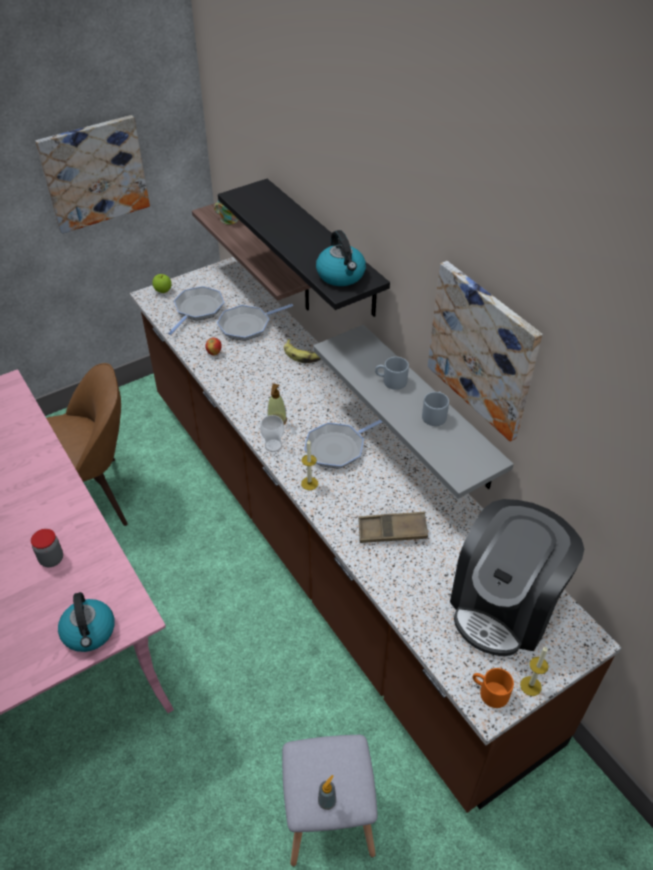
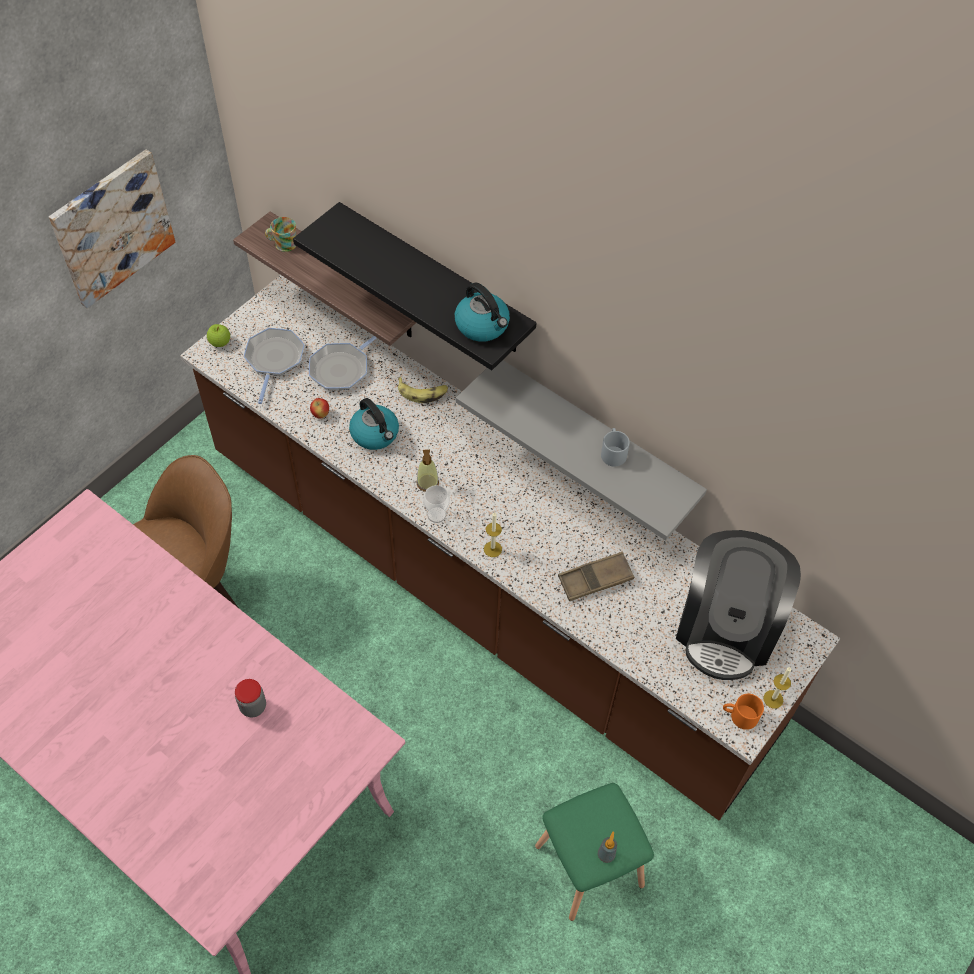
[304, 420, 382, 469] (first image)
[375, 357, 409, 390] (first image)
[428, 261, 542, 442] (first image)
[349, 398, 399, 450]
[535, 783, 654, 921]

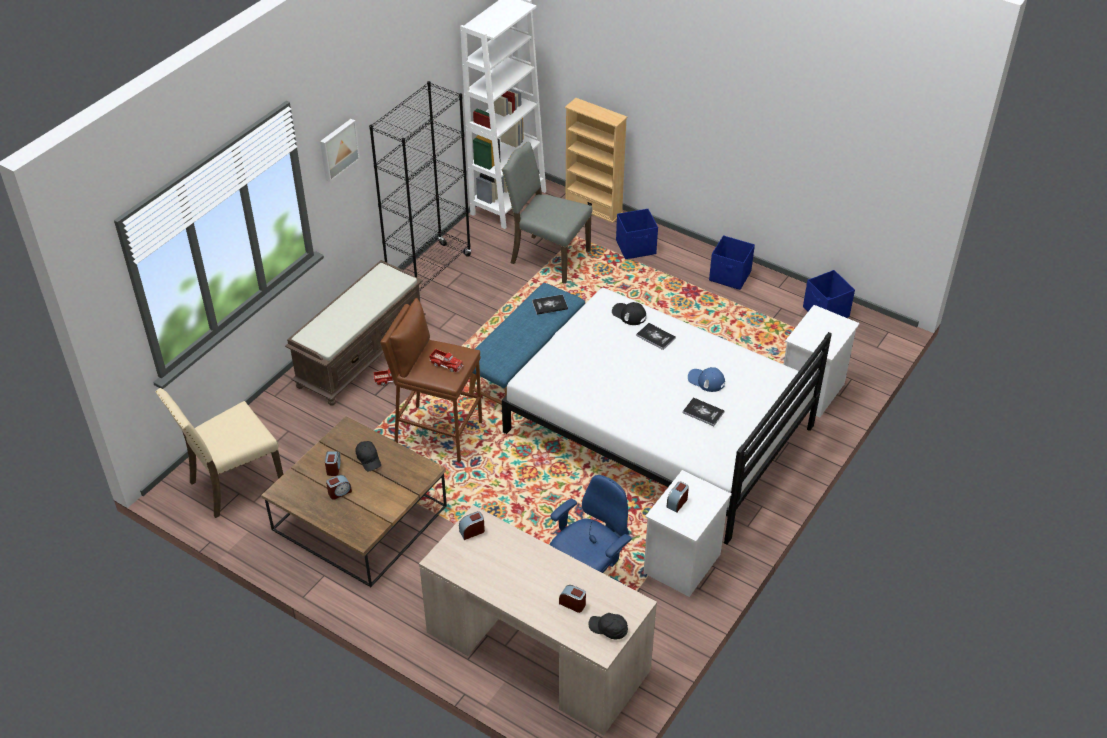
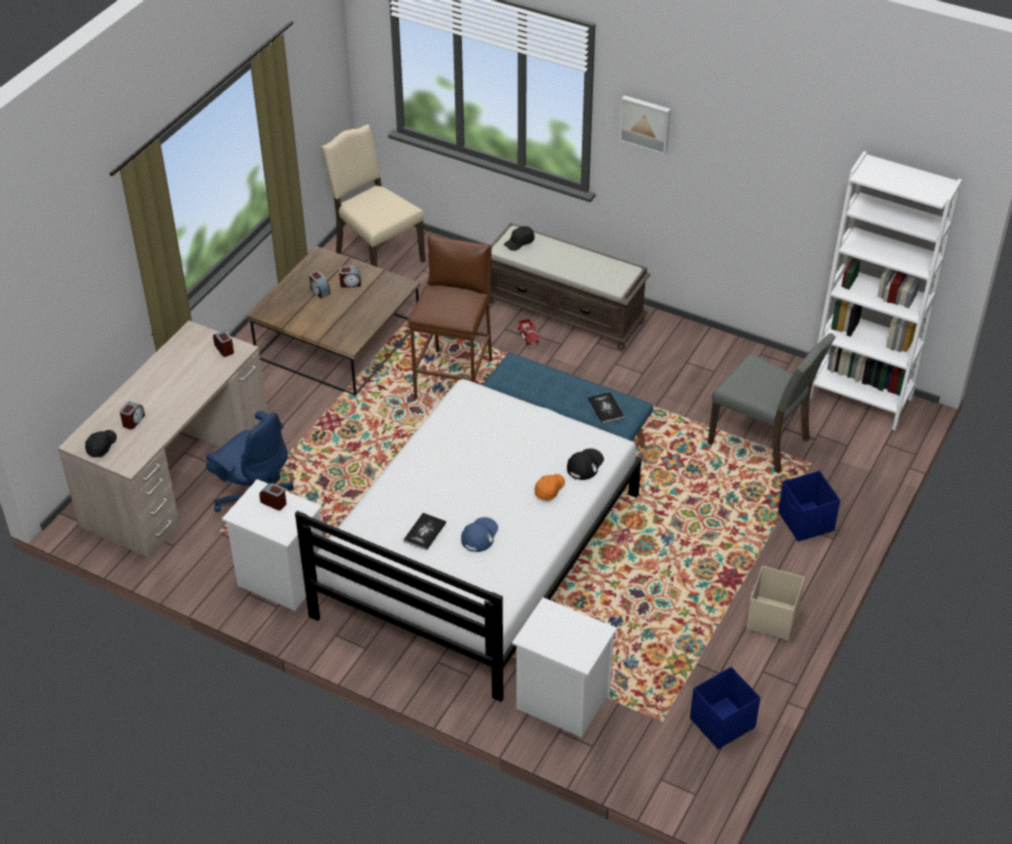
[369, 81, 472, 291] (first image)
[429, 349, 464, 372] (first image)
[565, 98, 627, 223] (first image)
[504, 226, 534, 251]
[535, 474, 565, 501]
[746, 566, 805, 641]
[708, 333, 836, 474]

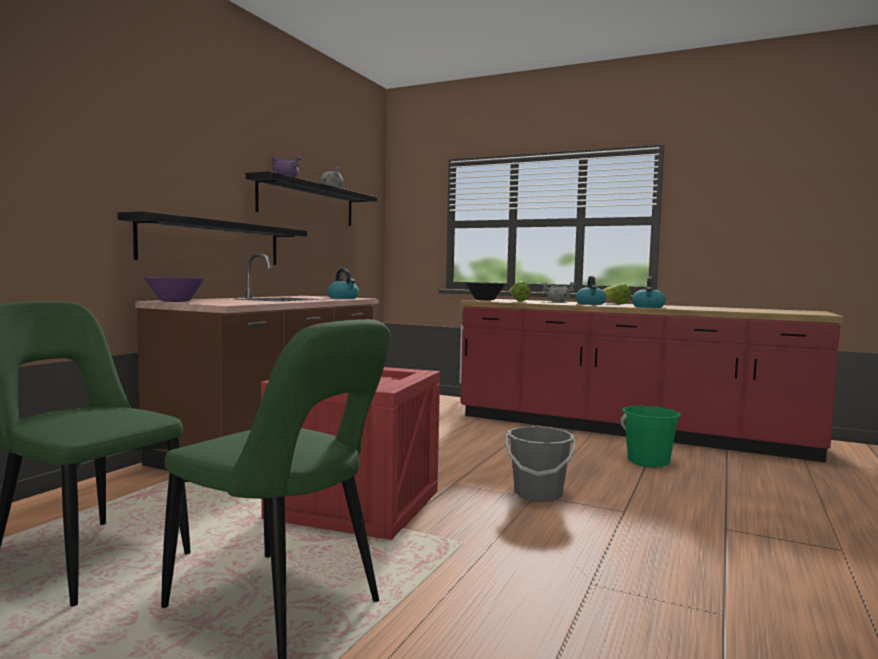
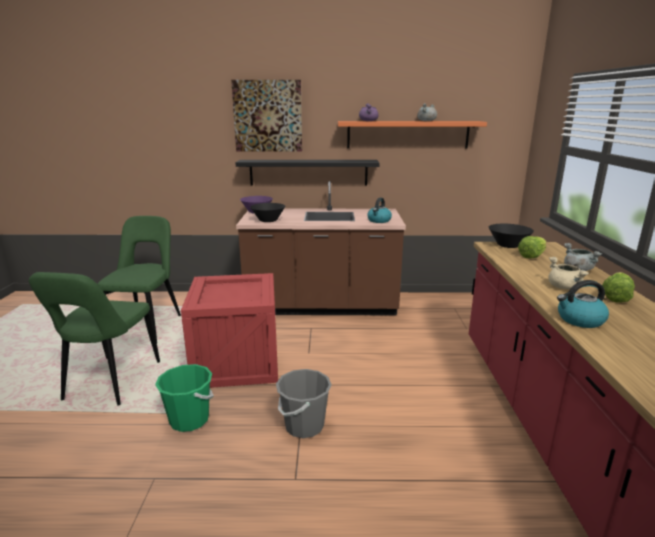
[231, 80, 302, 152]
[250, 203, 285, 222]
[155, 364, 214, 432]
[548, 257, 589, 289]
[338, 121, 487, 148]

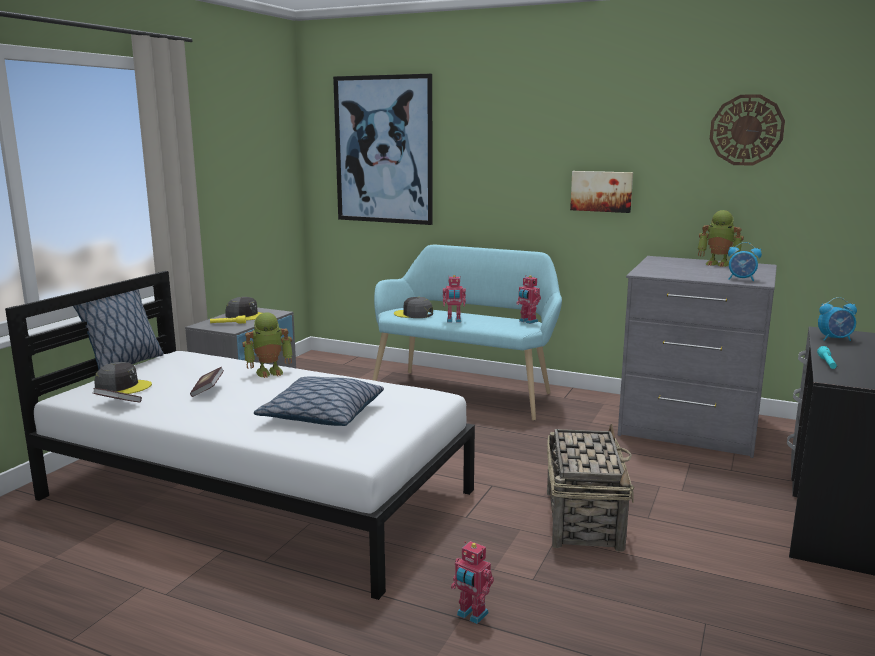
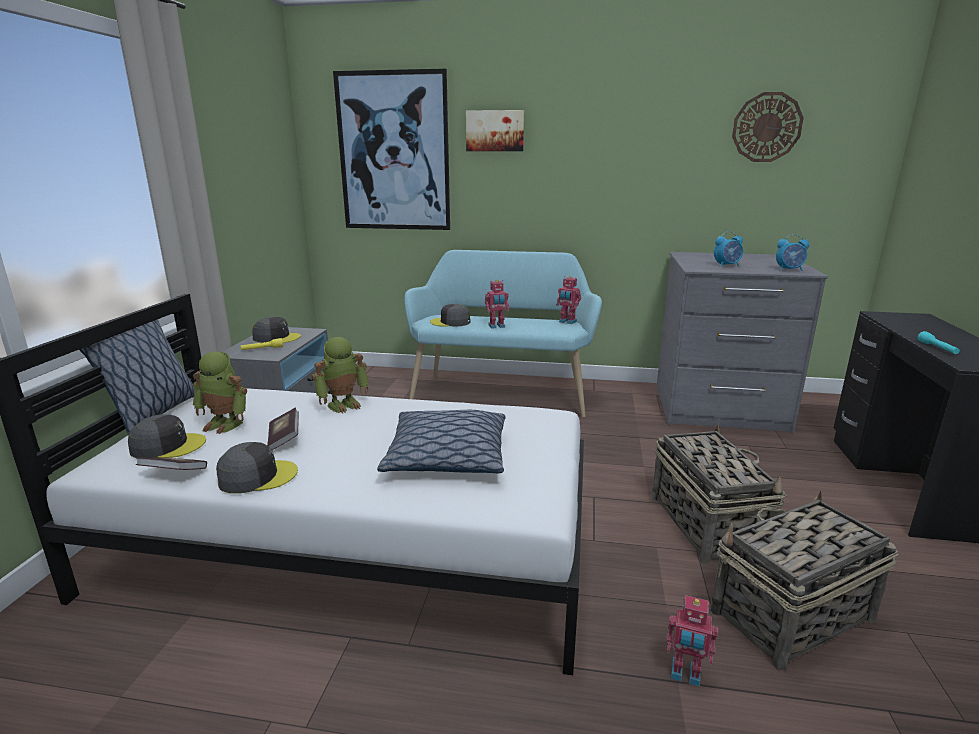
[216, 442, 298, 493]
[711, 491, 898, 671]
[466, 110, 524, 151]
[193, 351, 247, 434]
[714, 231, 743, 267]

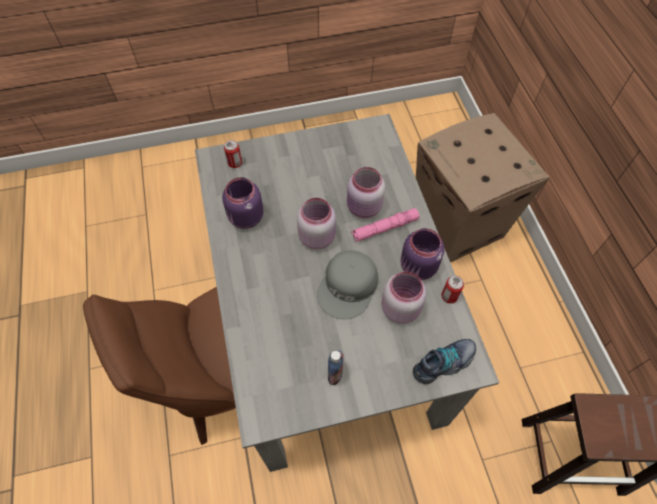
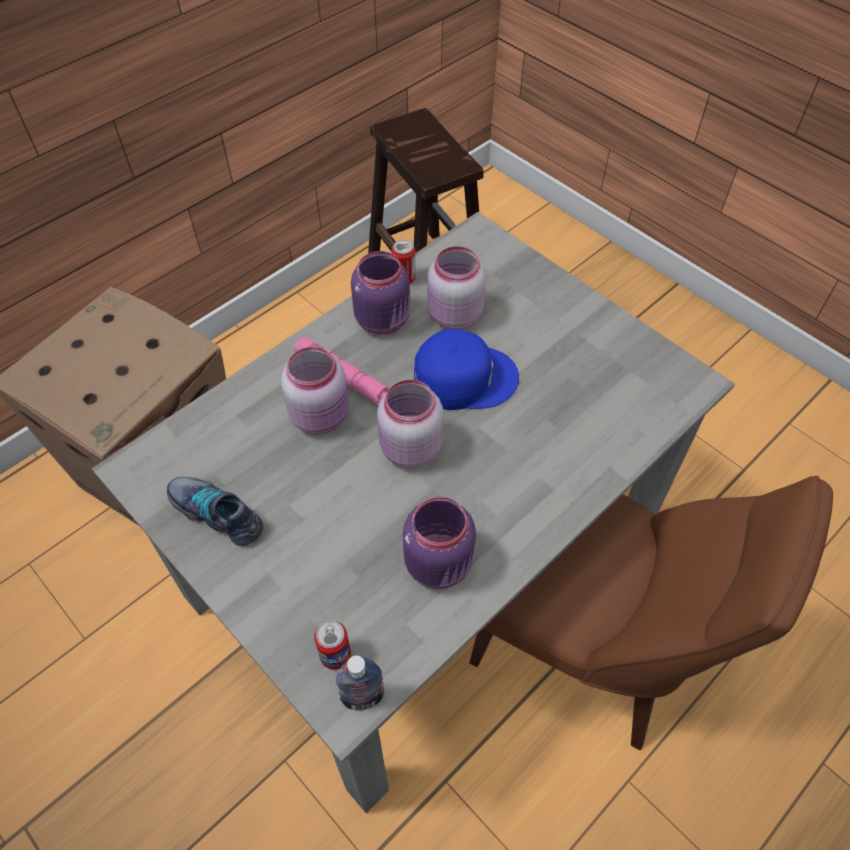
[336, 655, 385, 710]
[167, 477, 263, 546]
[414, 329, 519, 410]

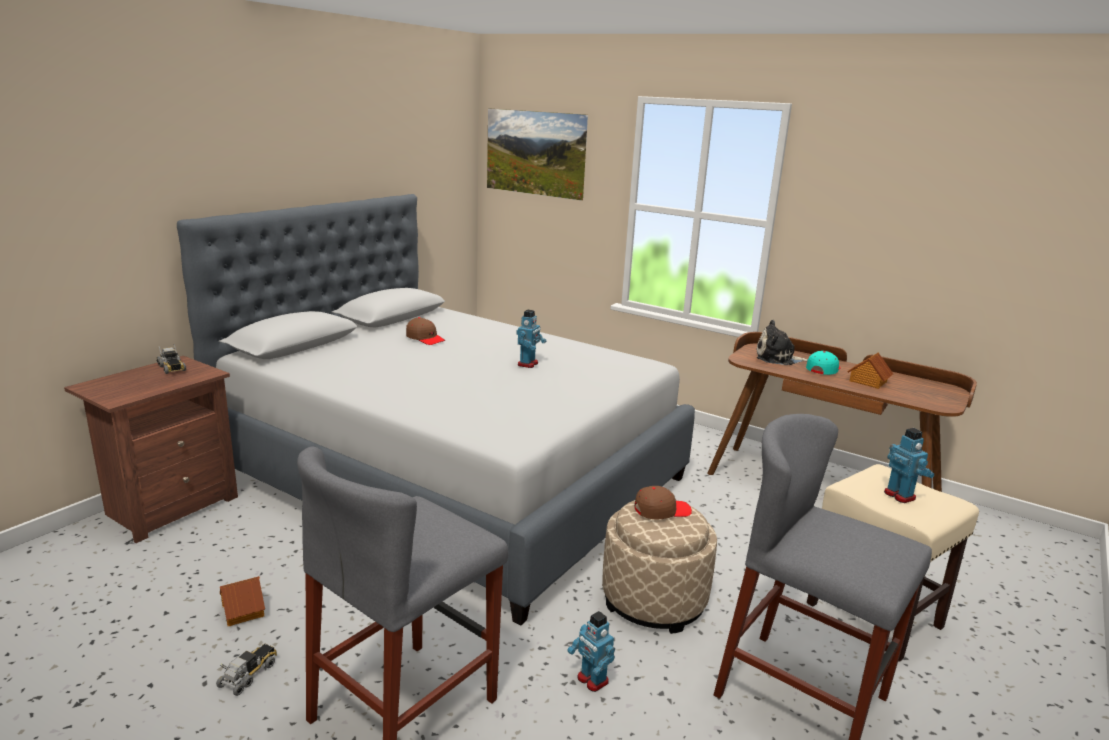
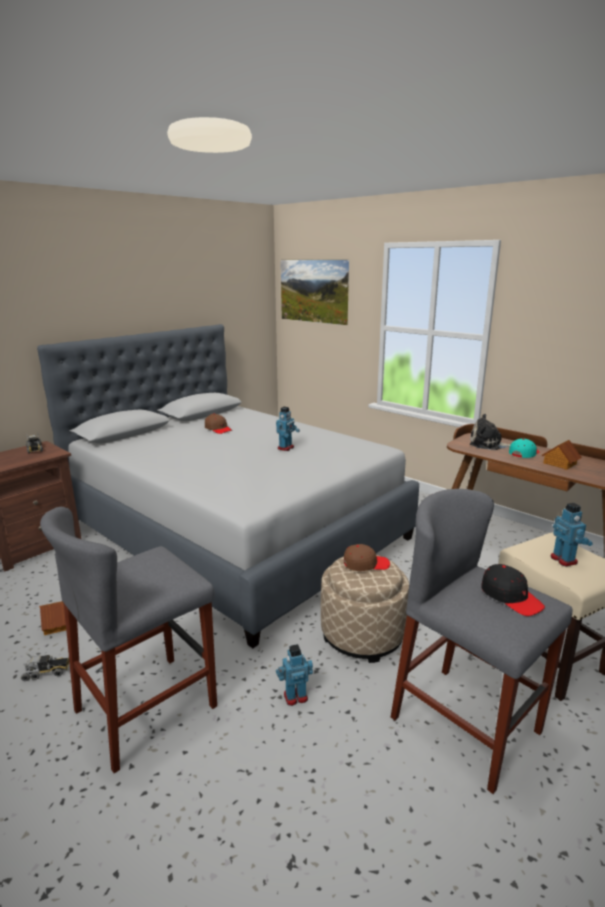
[481, 564, 545, 616]
[21, 654, 69, 681]
[276, 644, 313, 706]

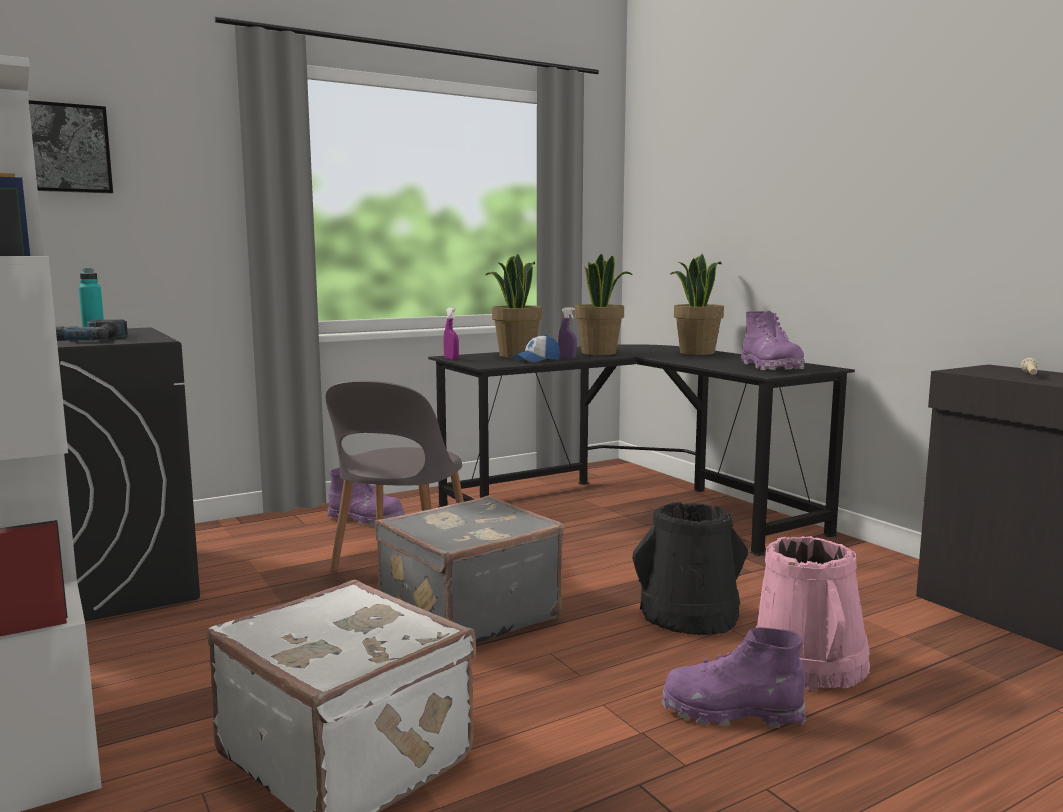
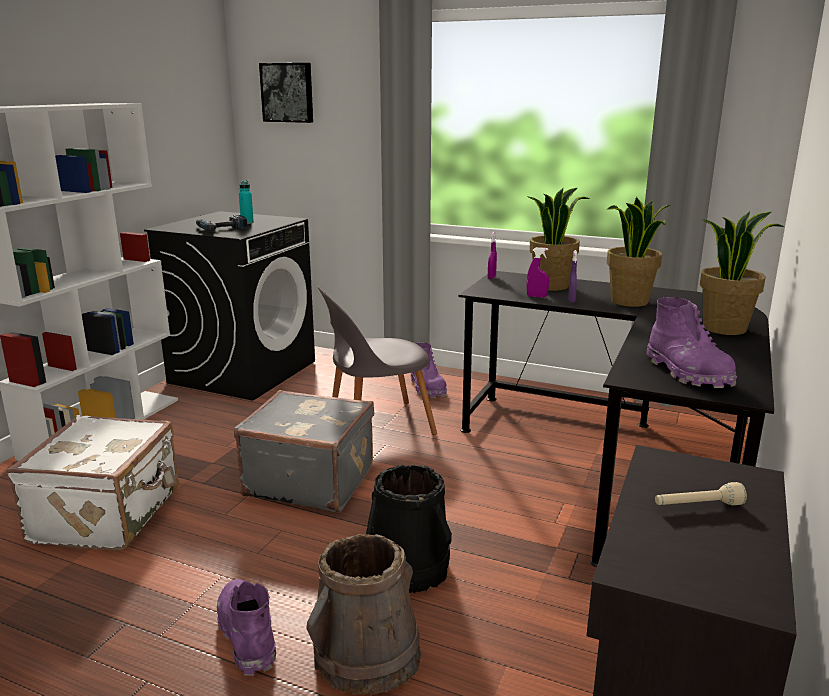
[526, 247, 549, 298]
[306, 534, 421, 695]
[646, 297, 737, 388]

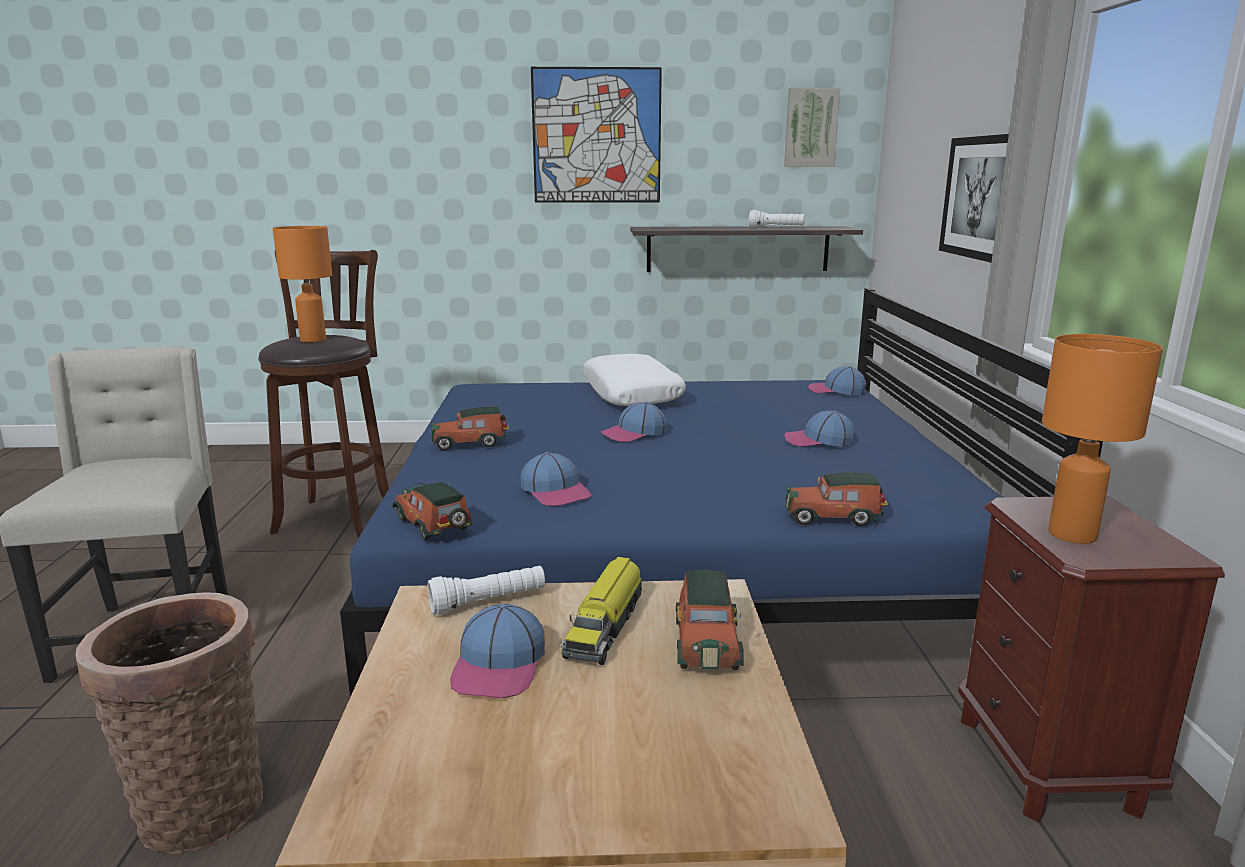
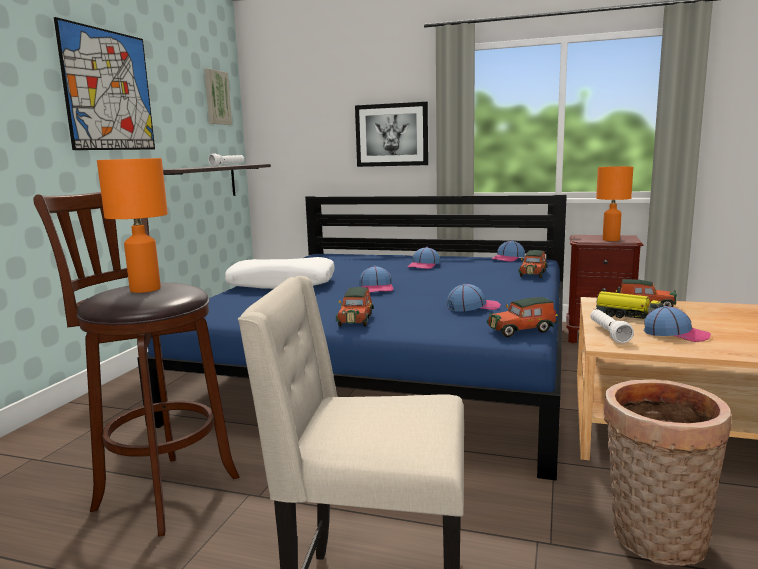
[491, 240, 525, 262]

